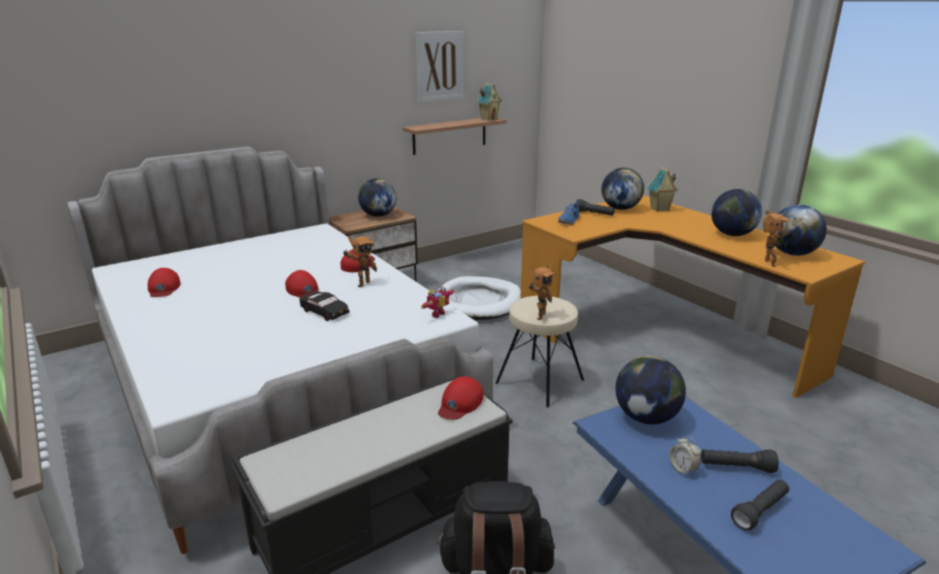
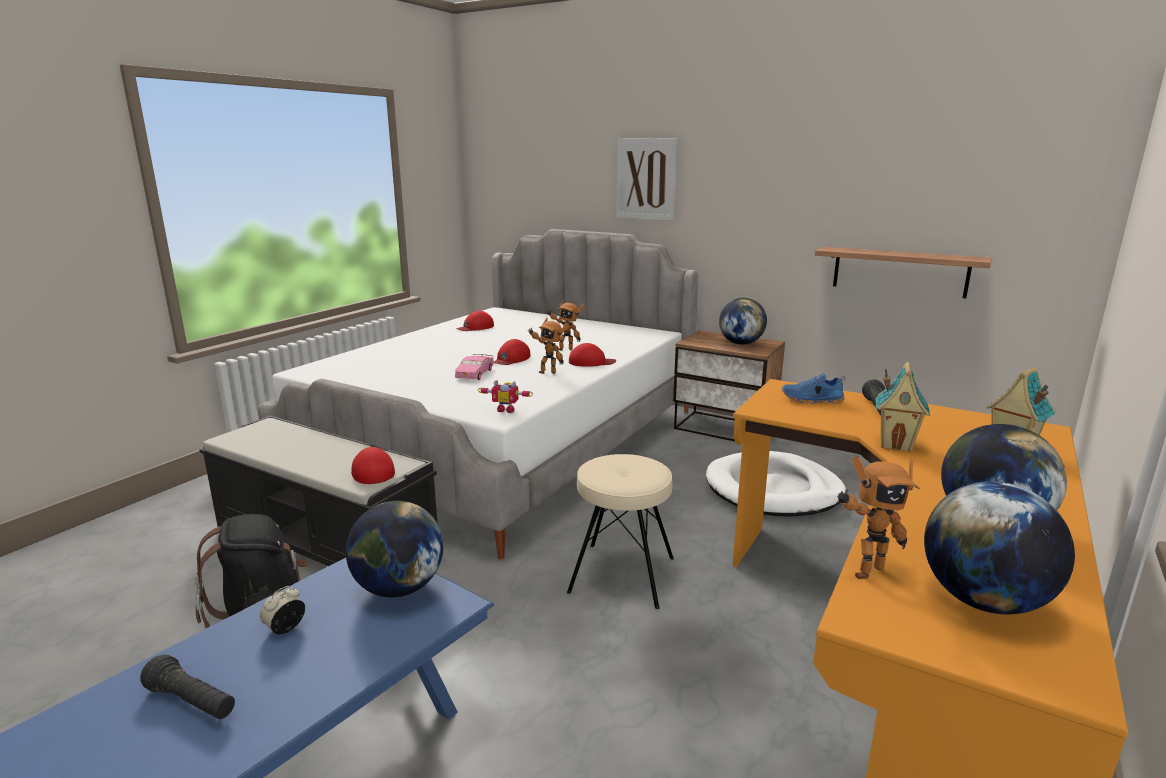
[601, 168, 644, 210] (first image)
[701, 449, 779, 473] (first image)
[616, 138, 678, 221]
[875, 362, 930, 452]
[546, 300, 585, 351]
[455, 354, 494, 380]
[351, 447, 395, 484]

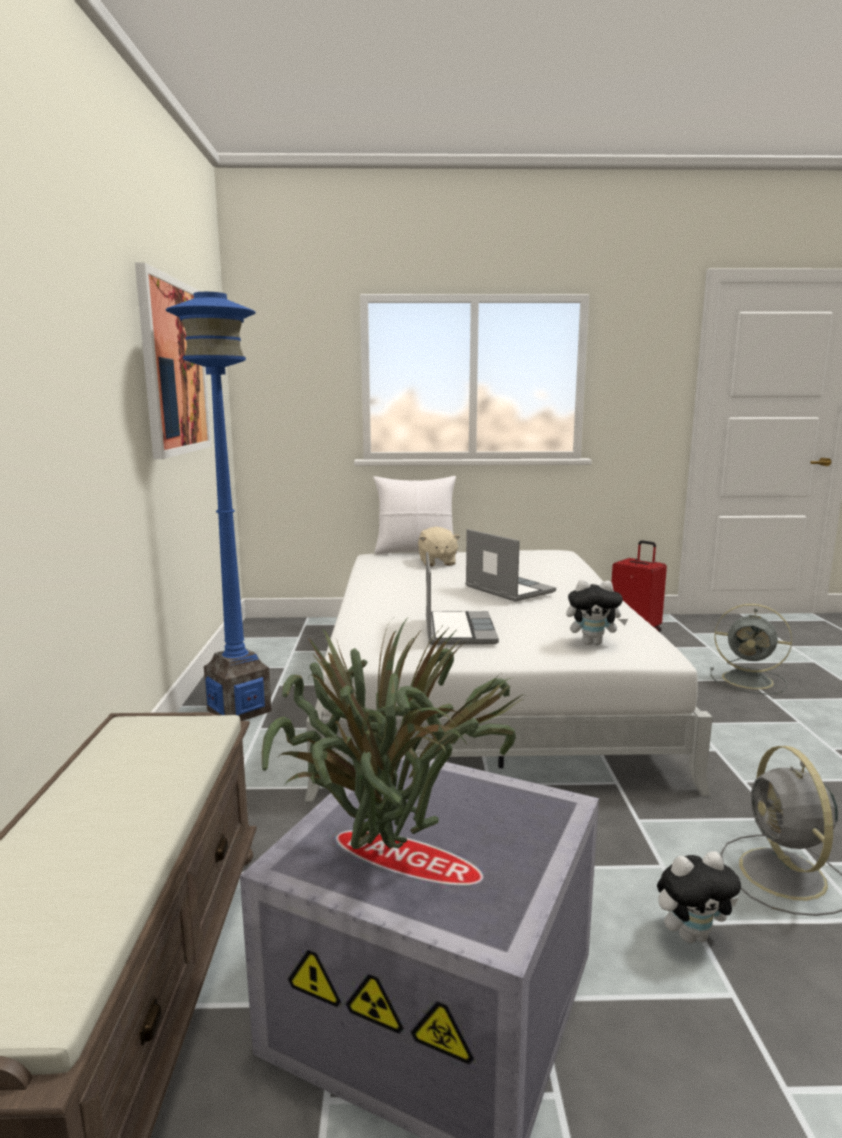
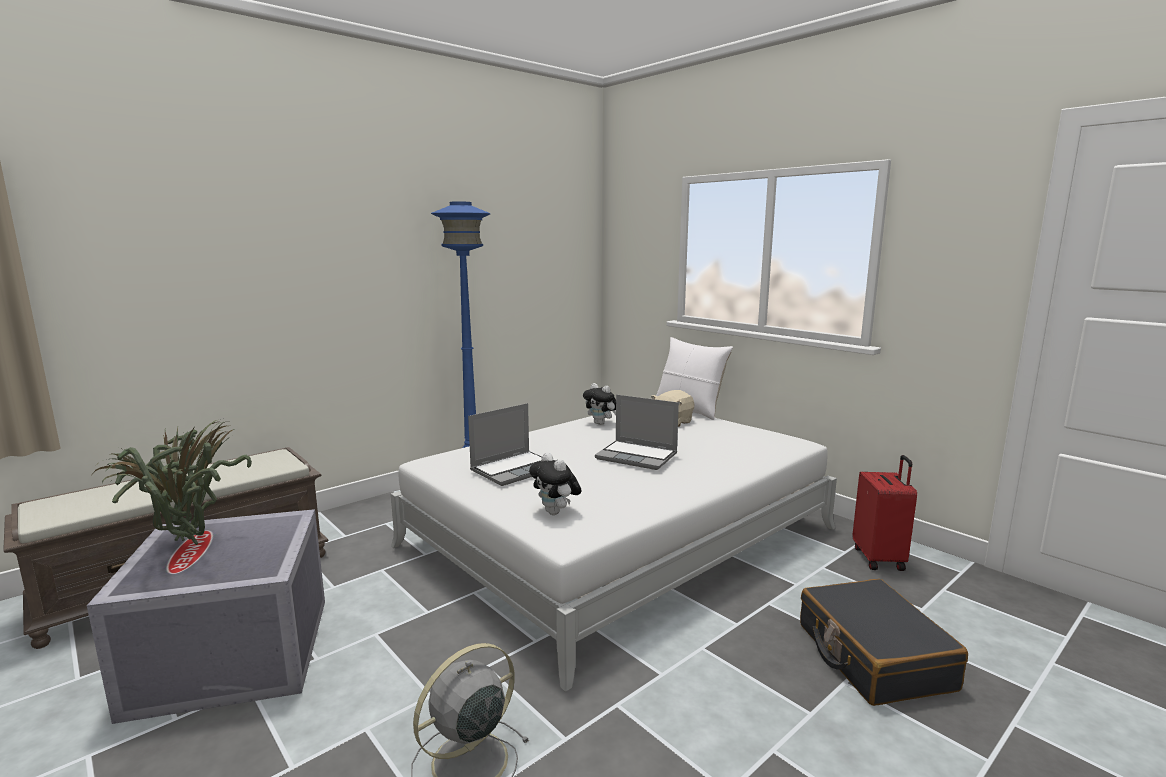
[135, 262, 212, 459] (first image)
[583, 383, 616, 425]
[800, 579, 968, 706]
[595, 395, 679, 470]

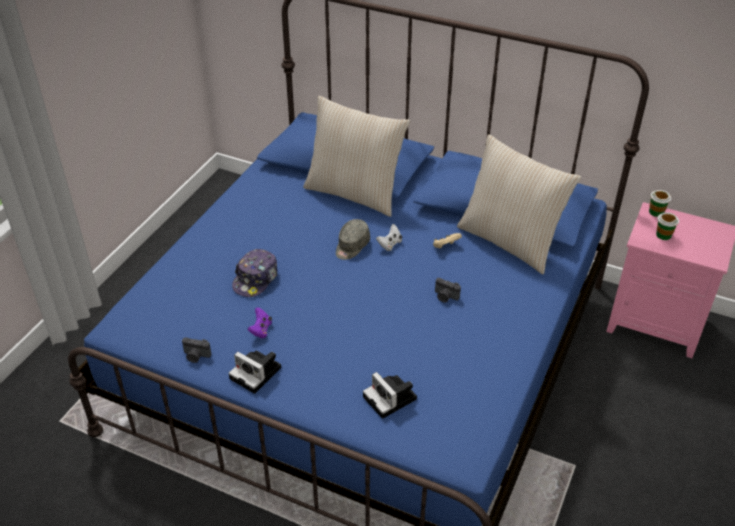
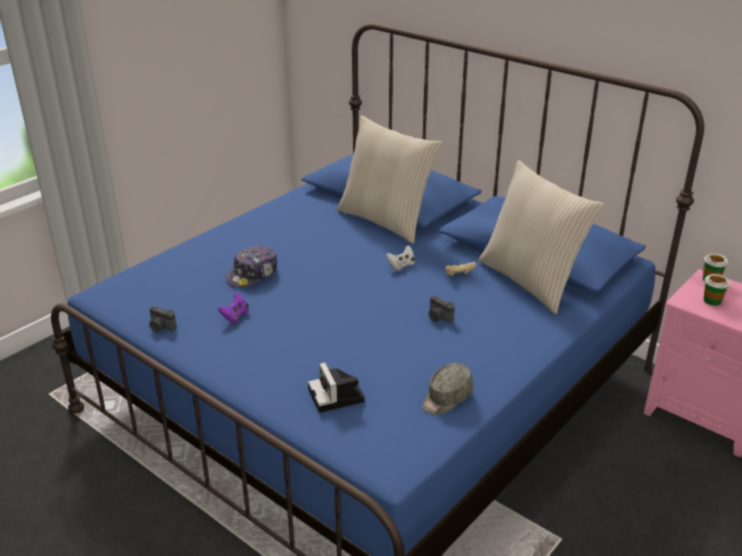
[229, 351, 281, 394] (first image)
[422, 363, 473, 414]

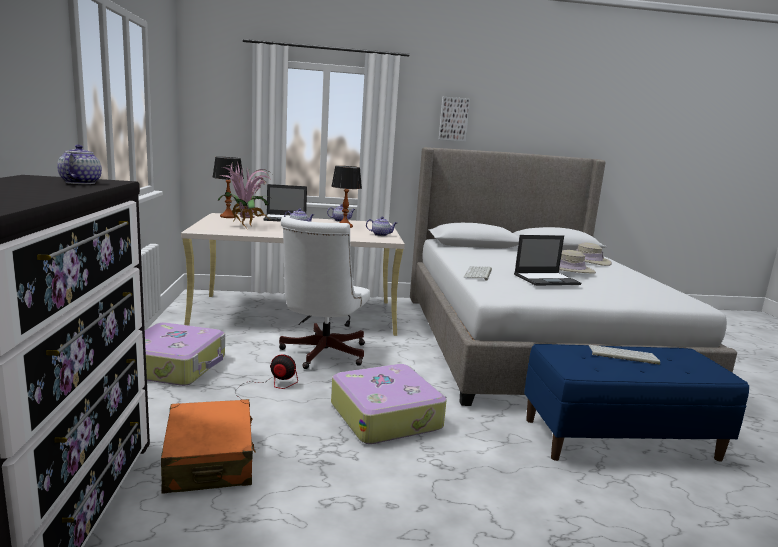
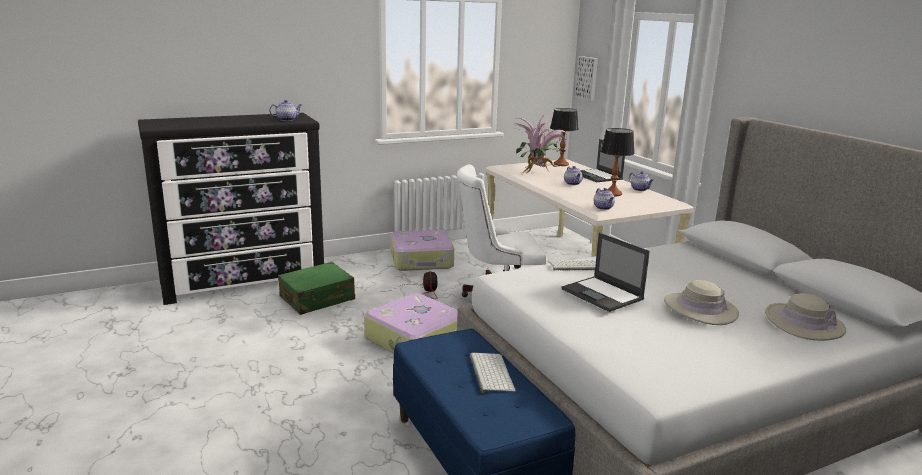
[575, 56, 598, 101]
[278, 262, 355, 315]

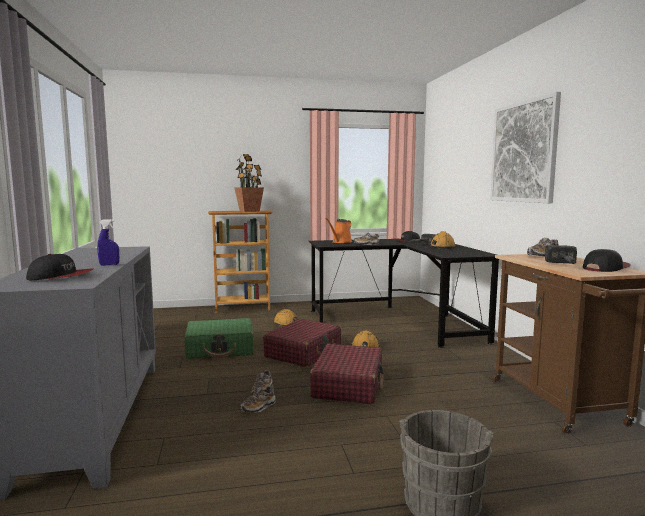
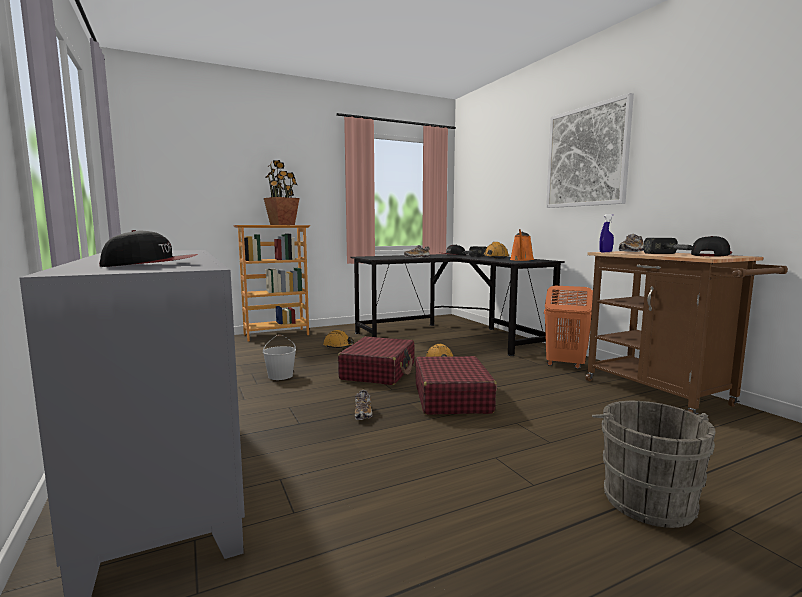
[240, 386, 276, 413] (first image)
[544, 286, 593, 369]
[599, 214, 614, 252]
[510, 229, 534, 261]
[263, 335, 296, 380]

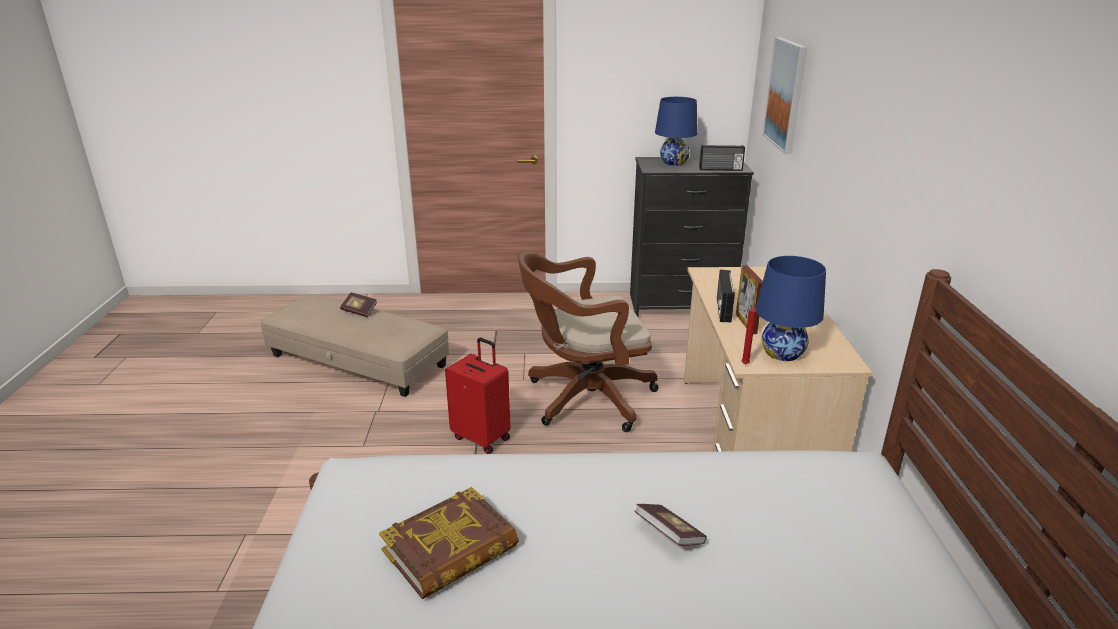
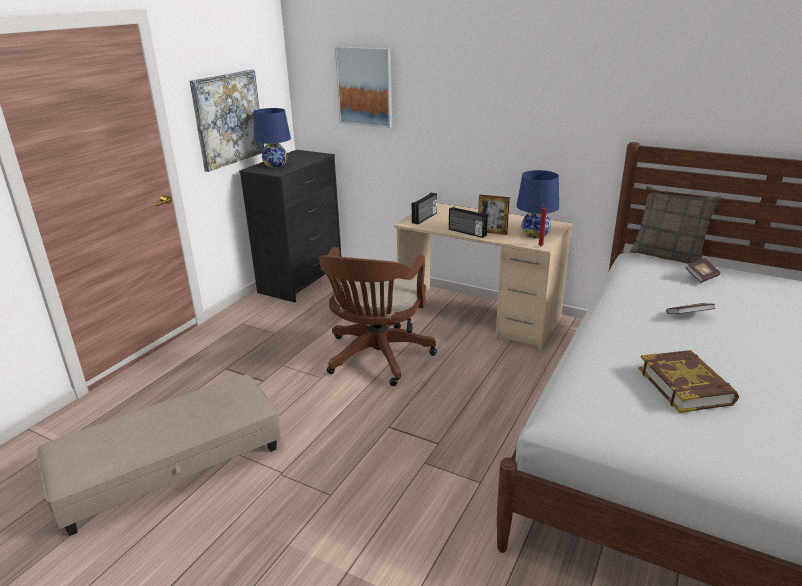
[445, 338, 511, 454] (first image)
[190, 70, 264, 172]
[630, 186, 721, 264]
[686, 258, 720, 283]
[412, 193, 437, 224]

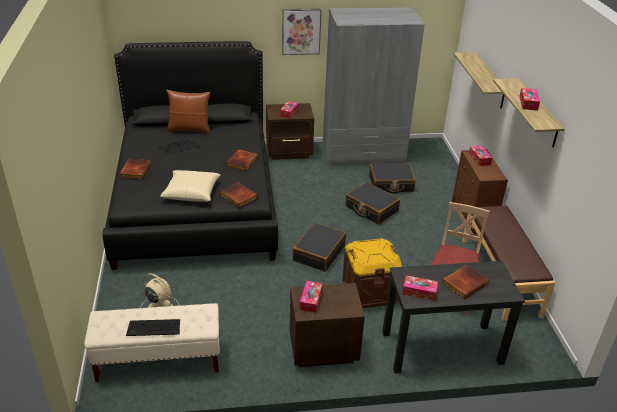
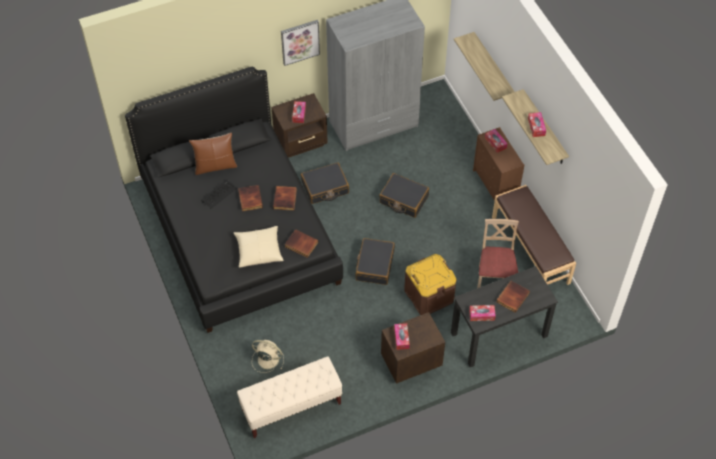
[126, 319, 180, 336] (first image)
[238, 185, 263, 211]
[301, 162, 349, 204]

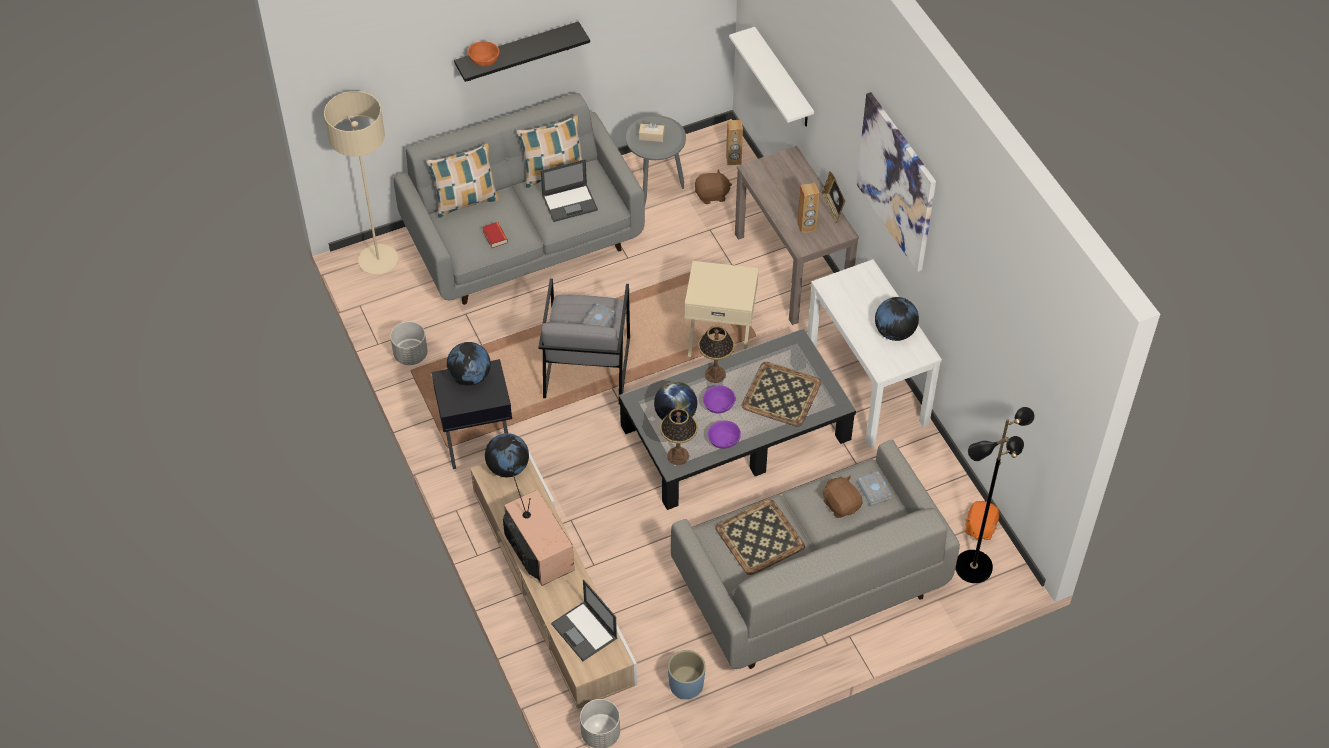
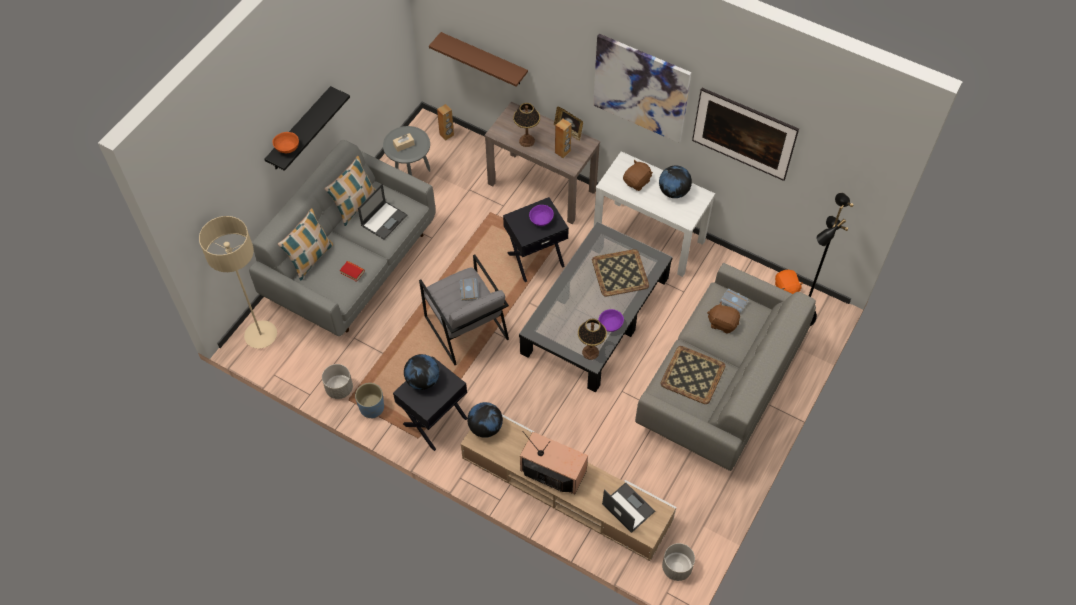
[654, 382, 697, 423] (first image)
[692, 88, 799, 181]
[355, 383, 384, 418]
[623, 160, 653, 191]
[513, 103, 540, 147]
[529, 205, 554, 226]
[503, 197, 569, 282]
[429, 32, 528, 87]
[602, 482, 655, 533]

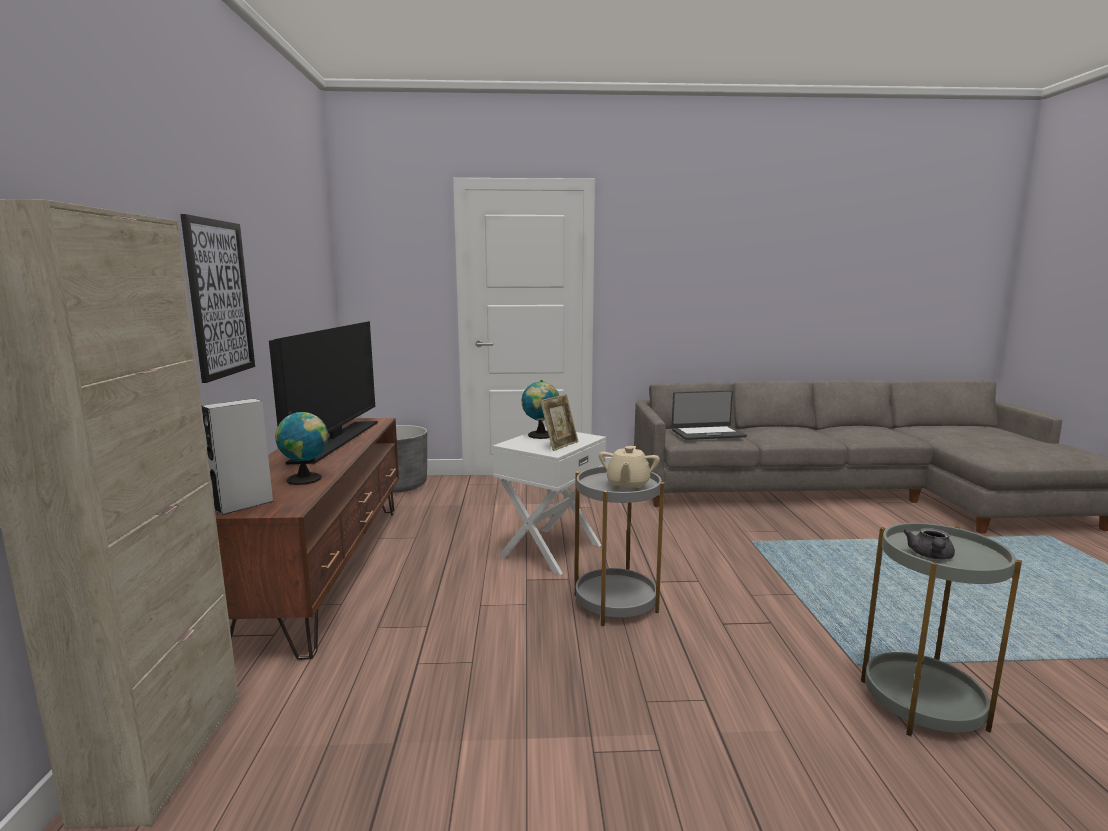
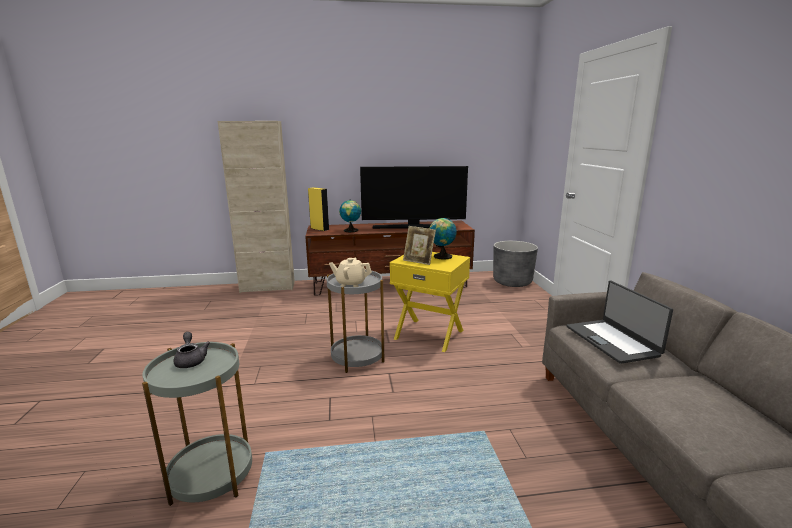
[180, 214, 255, 383] (first image)
[308, 187, 329, 231]
[390, 252, 470, 352]
[173, 332, 210, 368]

